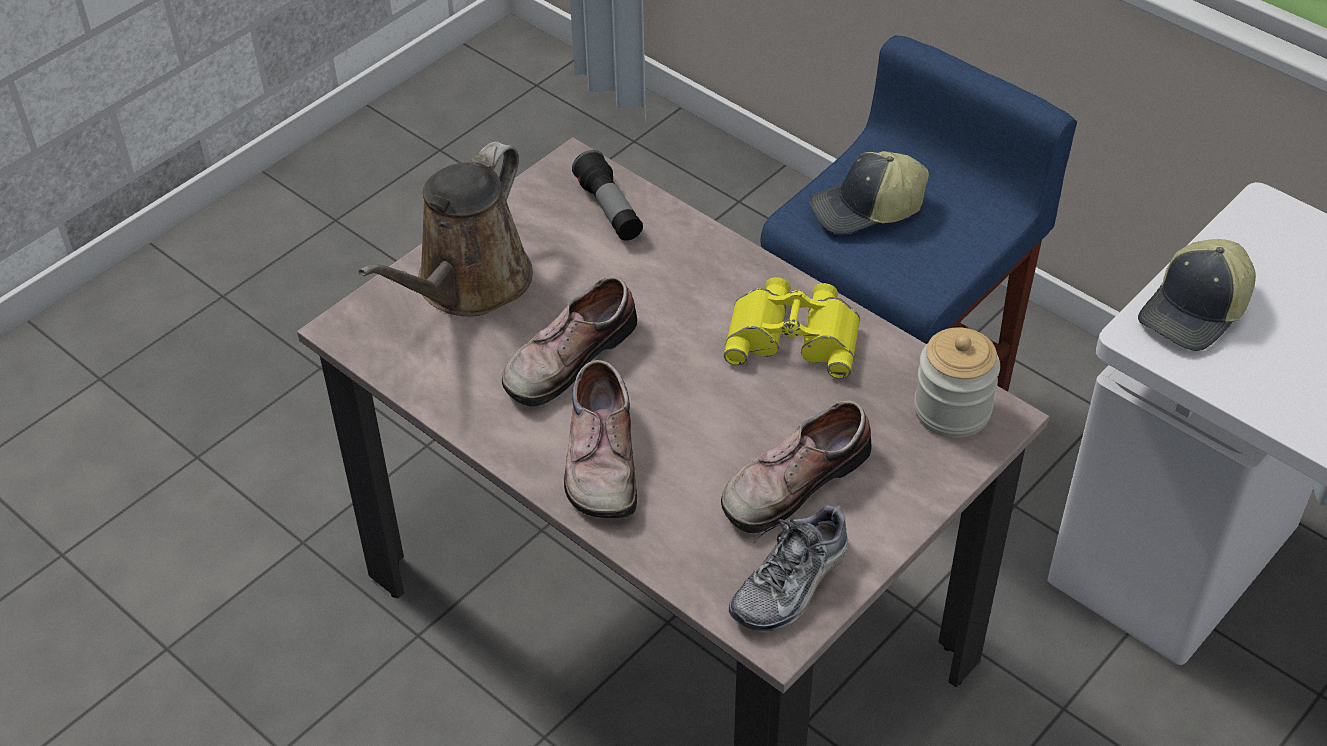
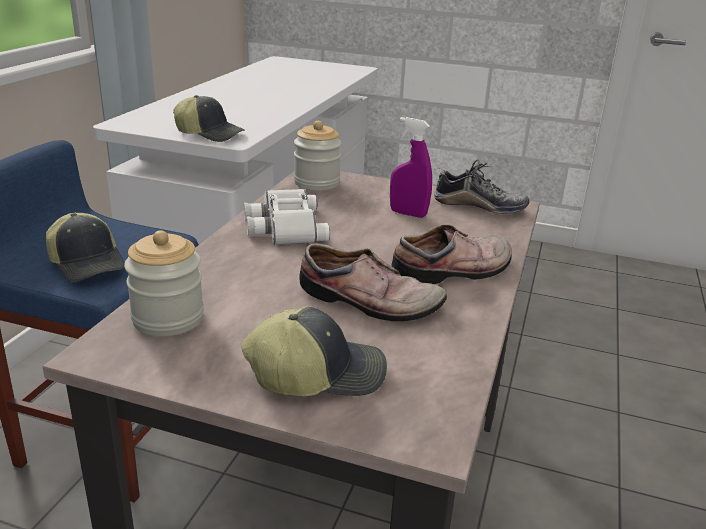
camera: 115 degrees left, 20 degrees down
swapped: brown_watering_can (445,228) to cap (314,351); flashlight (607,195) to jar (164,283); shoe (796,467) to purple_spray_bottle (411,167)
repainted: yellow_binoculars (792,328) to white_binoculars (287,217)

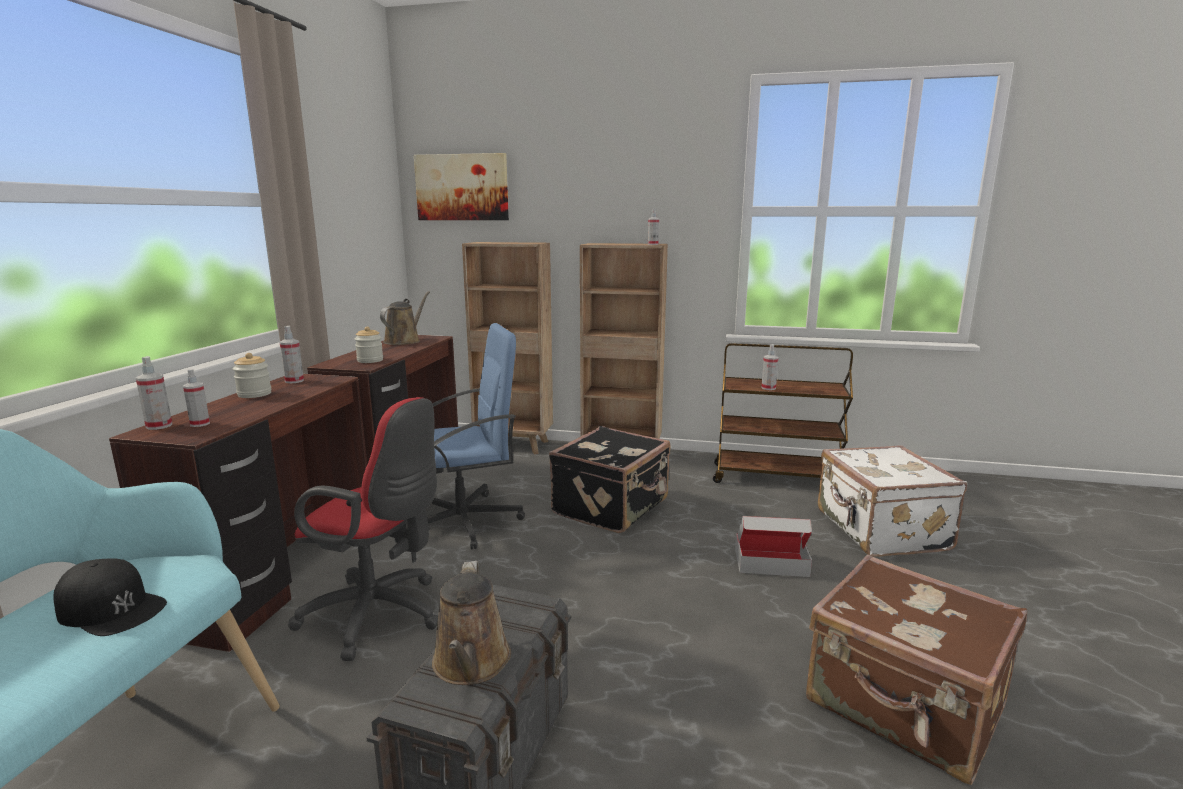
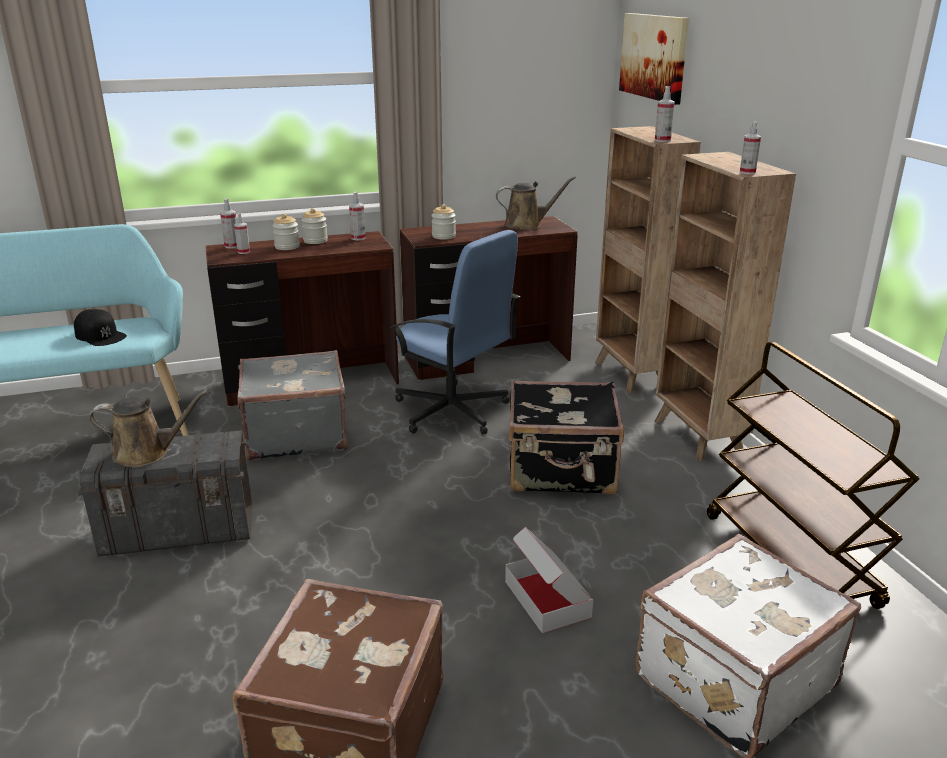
camera: 60 degrees right, 10 degrees up
new: jar (286,232)
shifted: spray_bottle (769,367) to (665,114)
swapped: red_office_chair (363,529) to grey_suitcase (292,405)
rotated: black_cap (110,597) = (100,327) 45 degrees counterclockwise; brown_watering_can (471,623) = (148,428) 150 degrees counterclockwise

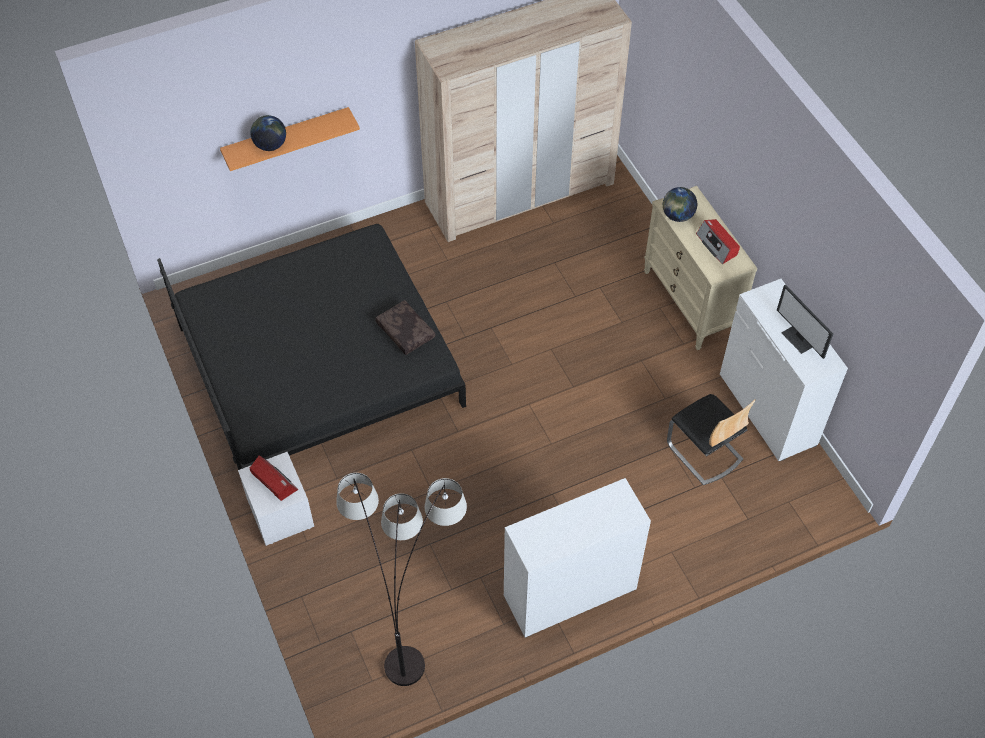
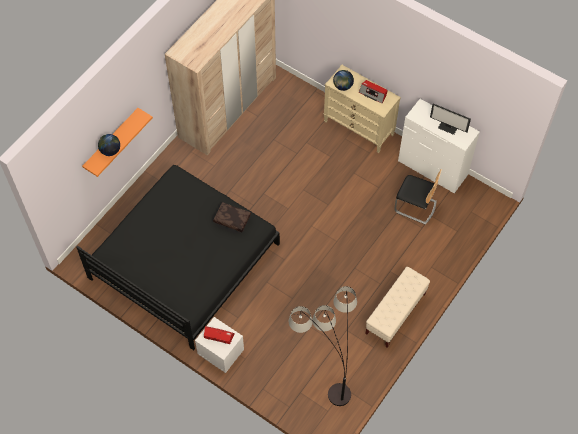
camera: 30 degrees left, 5 degrees up
swapped: white_dresser (577,558) to beige_bench (397,307)

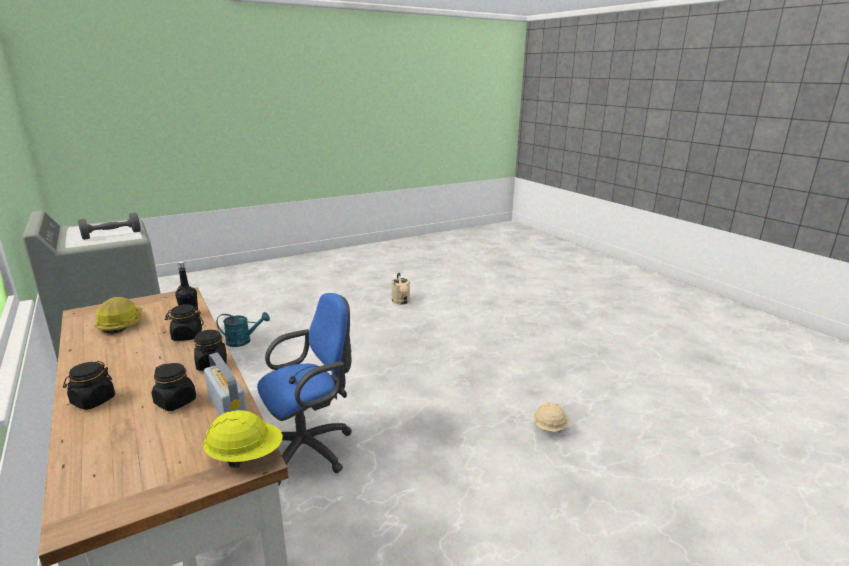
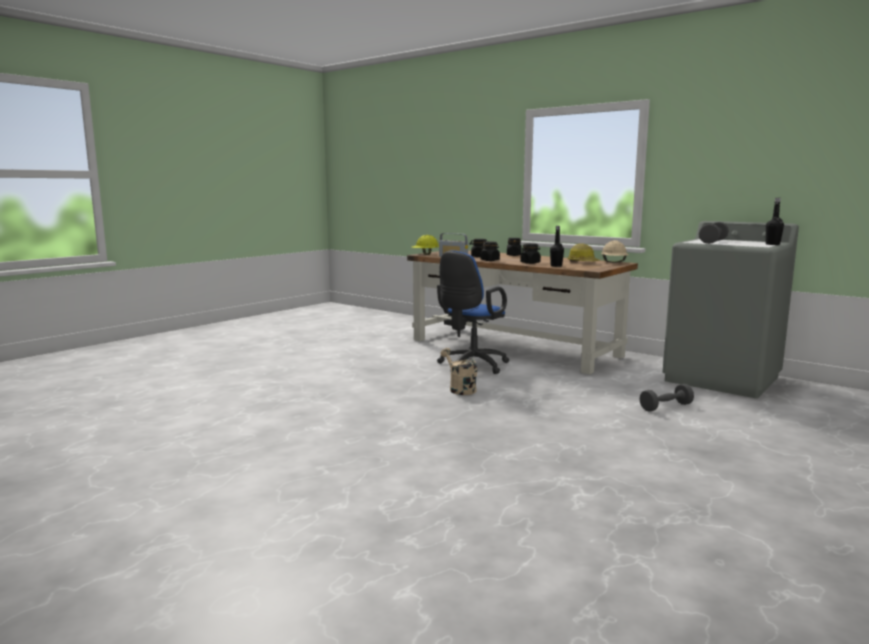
camera: 160 degrees right, 10 degrees down
new: black_bottle (775,221)
shifted: beige_watering_can (400,289) to (459,371); beige_hard_hat (551,417) to (615,251)
swapped: turquoise_watering_can (243,329) to grey_dumbbell (667,397)

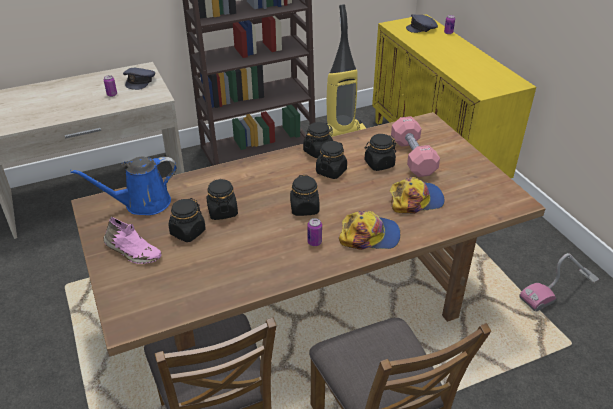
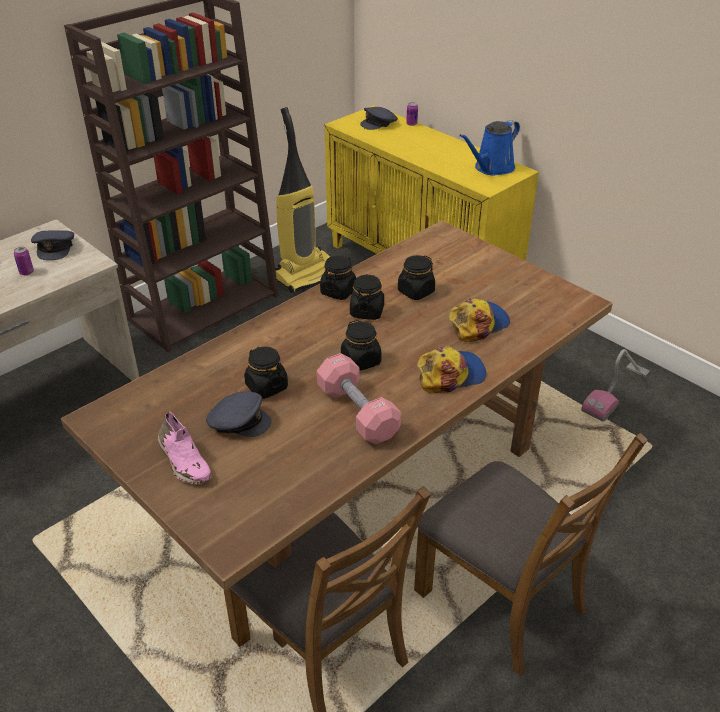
camera: 20 degrees left, 0 degrees up
gone: can (315,232)
shifted: blue_watering_can (123,186) to (489,148); pink_dumbbell (415,146) to (359,398)
swapped: black_jar (187,220) to grey_cap (239,414)
rotated: pink_shoe (132,240) = (185,447) 45 degrees clockwise

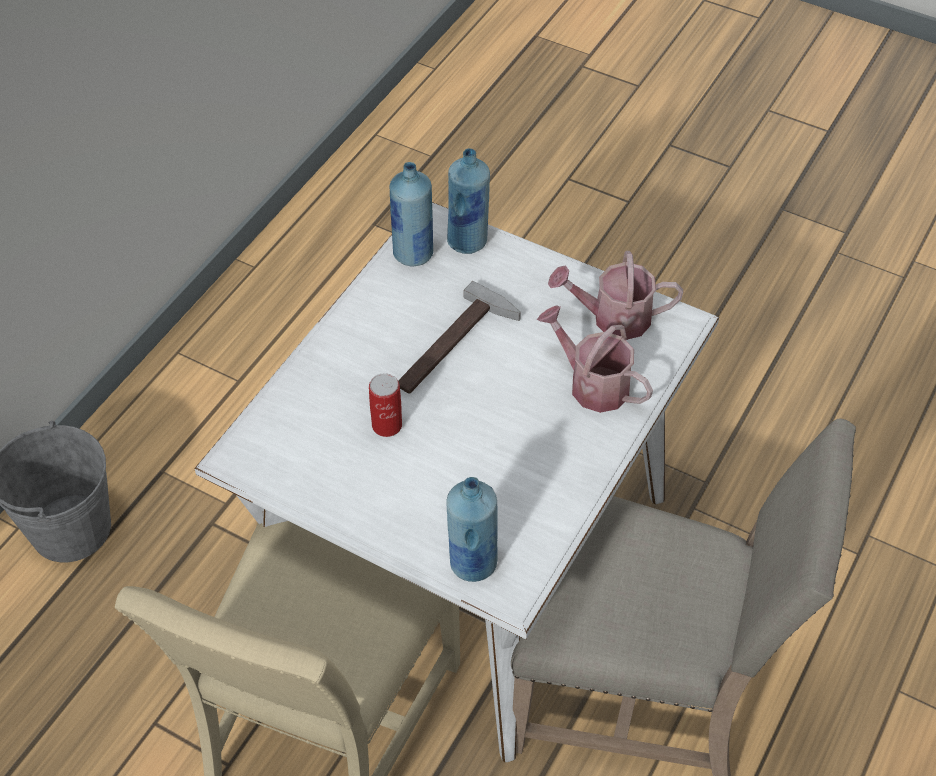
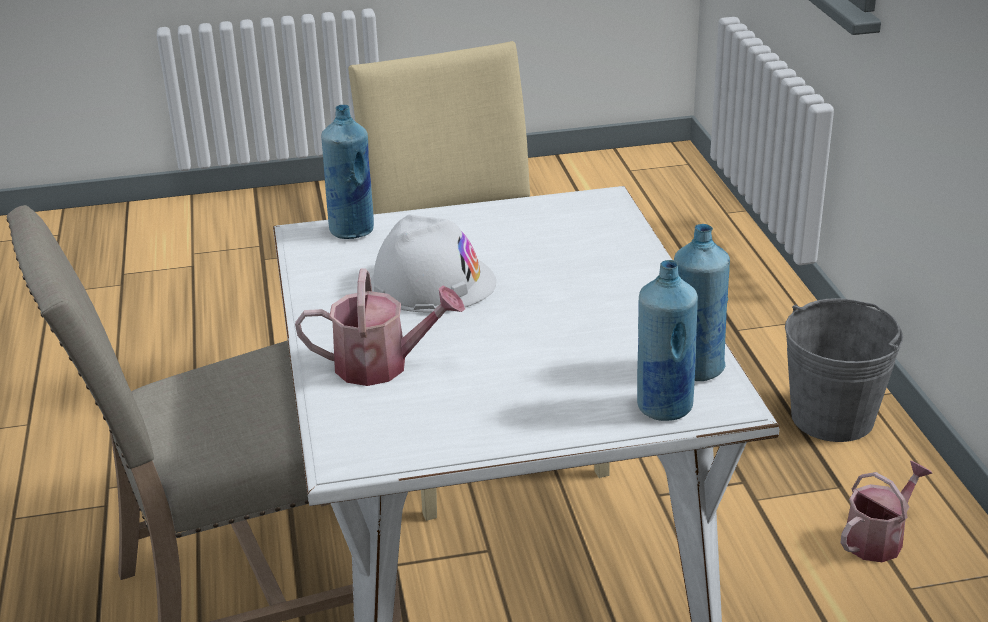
camera: 140 degrees right, 20 degrees down
gone: can (385,405); hammer (459,337)
new: white_hard_hat (433,263)
shifted: watering_can (615,295) to (886,511)

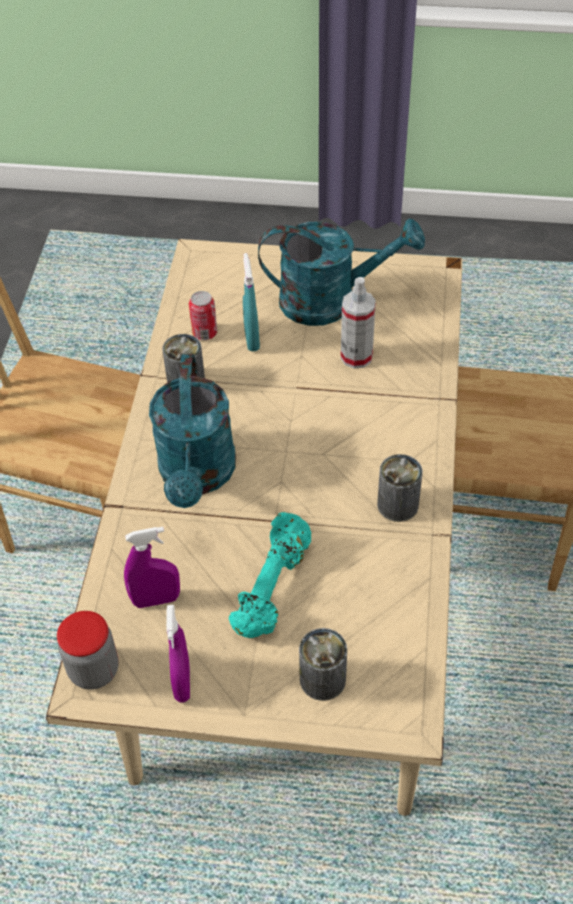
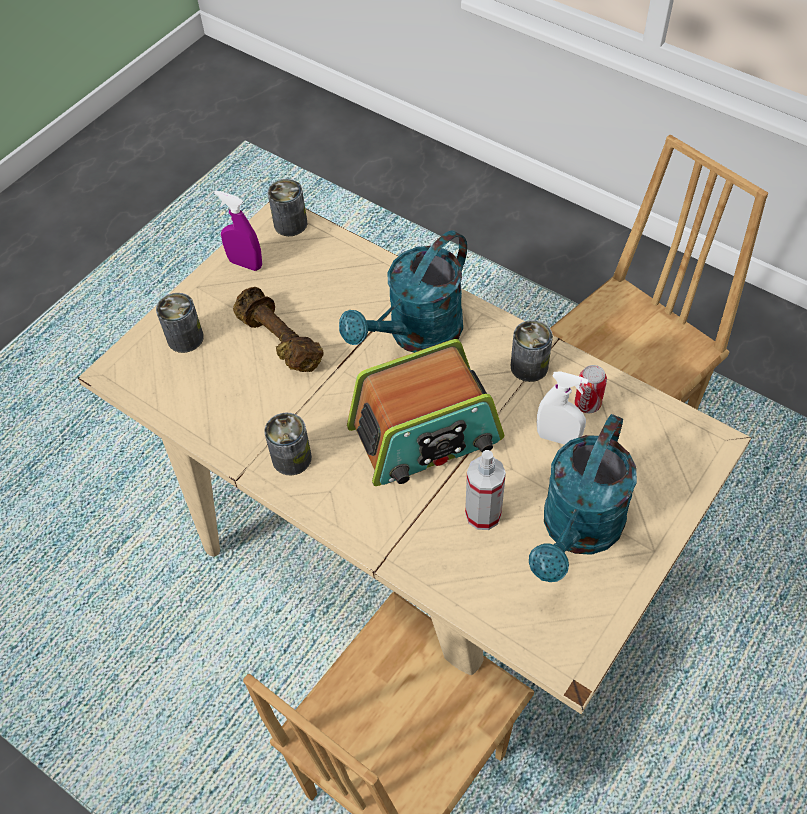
camera: 120 degrees right, 5 degrees up
gone: purple_spray_bottle (152,567)
new: radio (425,412)
swapped: jar (87,650) to can (287,207)
repainted: turquoise_dumbbell (270,575) to brown_dumbbell (278,329); turquoise_spray_bottle (251,302) to white_spray_bottle (562,408)
rotated: turquoise_watering_can (192,431) = (403,291) 75 degrees counterclockwise

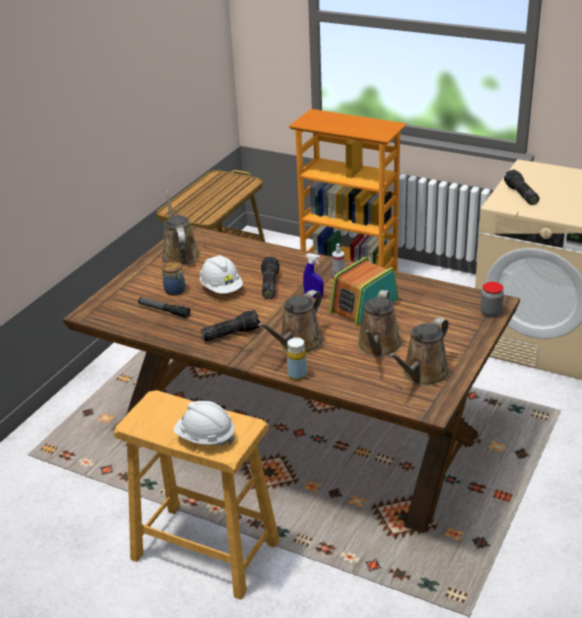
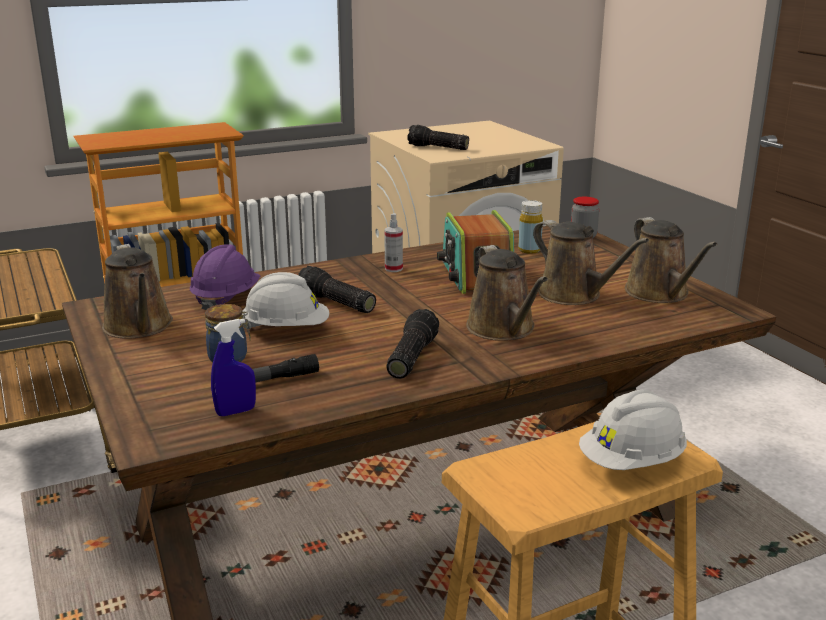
camera: 55 degrees left, 10 degrees down
new: purple_hard_hat (225,277)
shifted: yellow_bottle (297,359) to (530,227); blue_spray_bottle (313,275) to (233,367)
rotated: brown_watering_can (180,228) = (137,291) 135 degrees counterclockwise

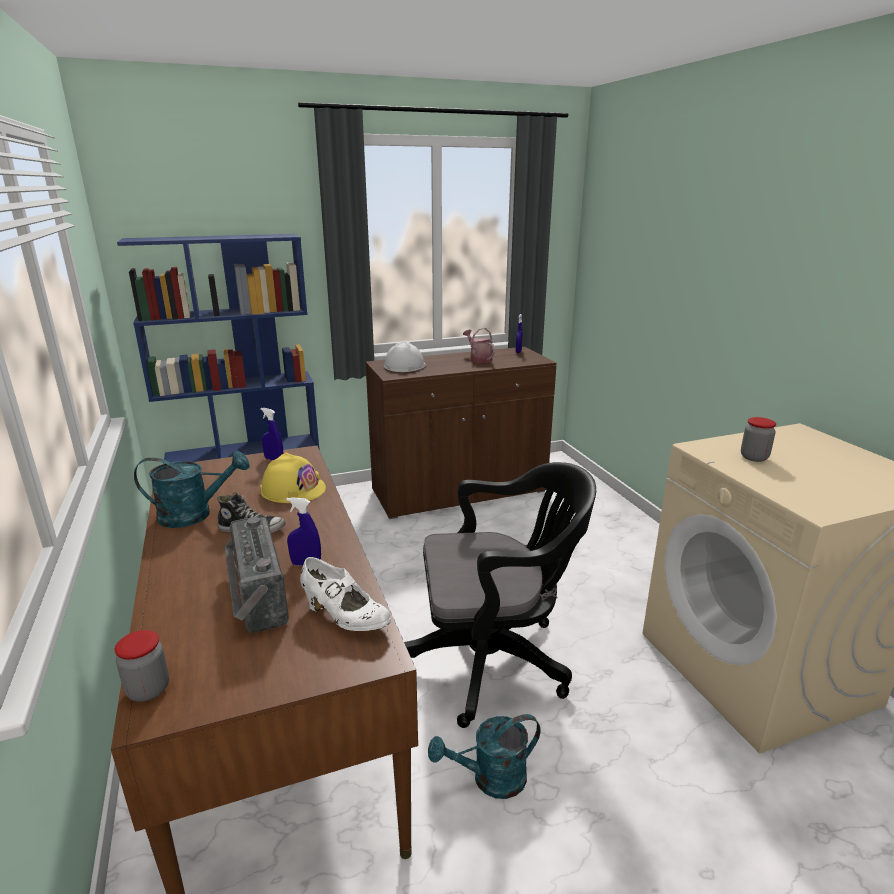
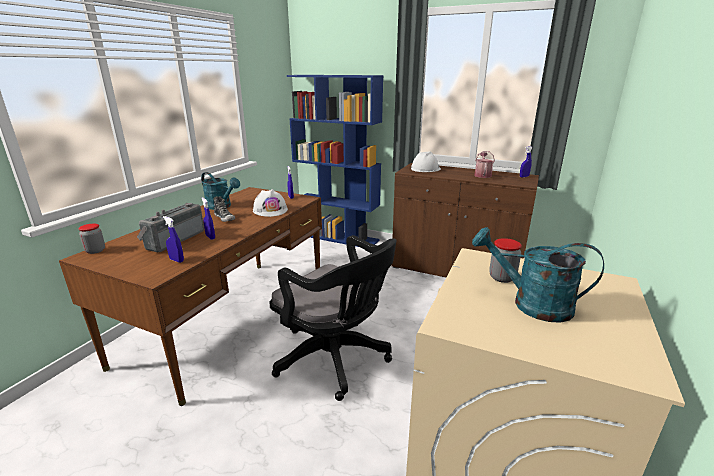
camera: 45 degrees right, 0 degrees up
shifted: turquoise_watering_can (484,756) to (538,275)
swapped: white_shoe (345,594) to blue_spray_bottle (173,239)
repainted: yellow_hard_hat (293,477) to white_hard_hat (270,203)

